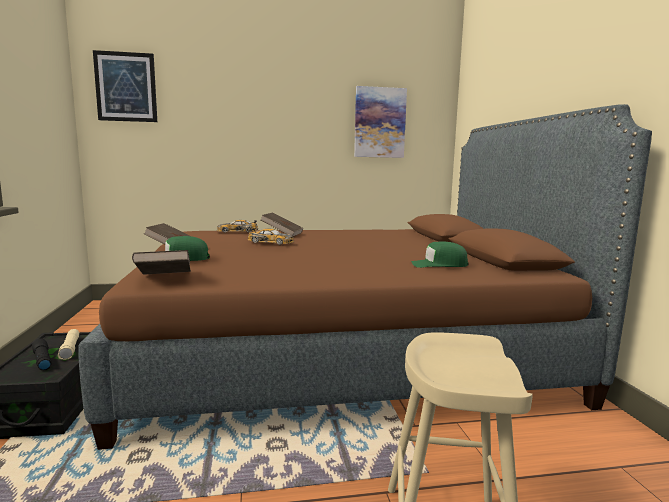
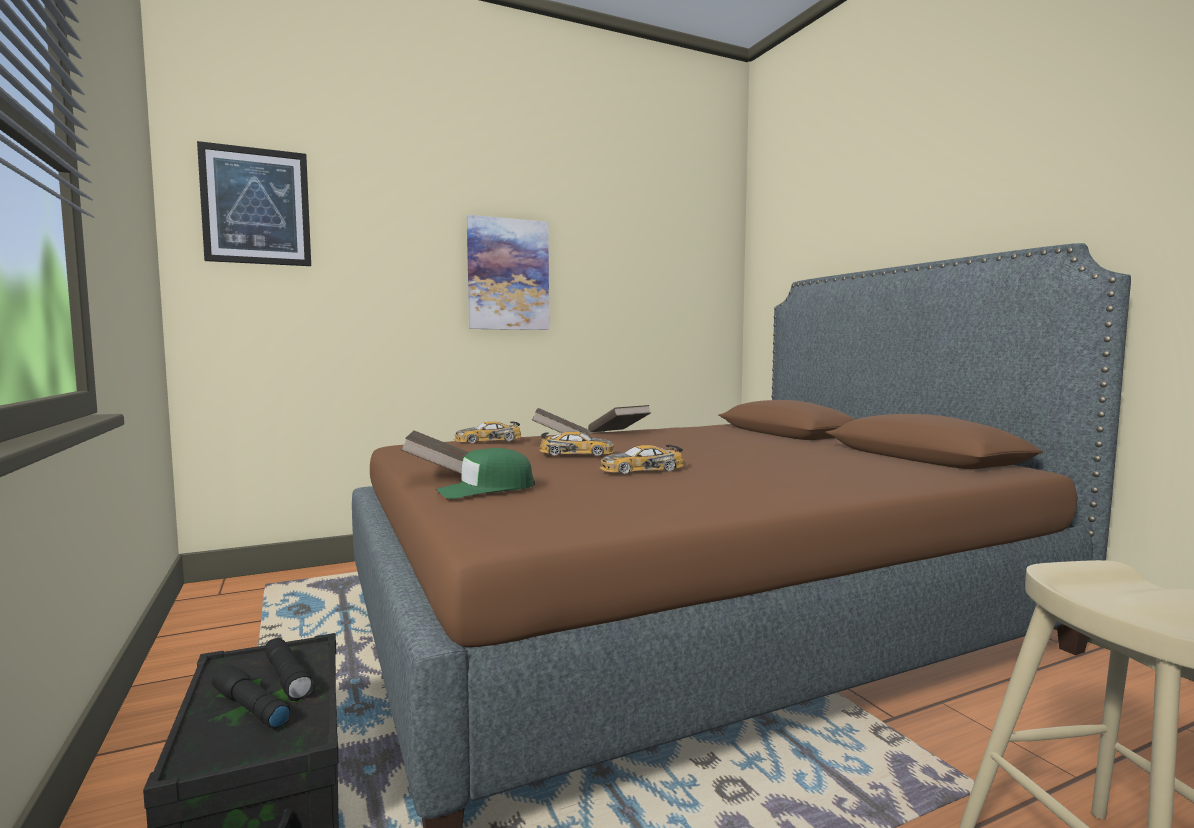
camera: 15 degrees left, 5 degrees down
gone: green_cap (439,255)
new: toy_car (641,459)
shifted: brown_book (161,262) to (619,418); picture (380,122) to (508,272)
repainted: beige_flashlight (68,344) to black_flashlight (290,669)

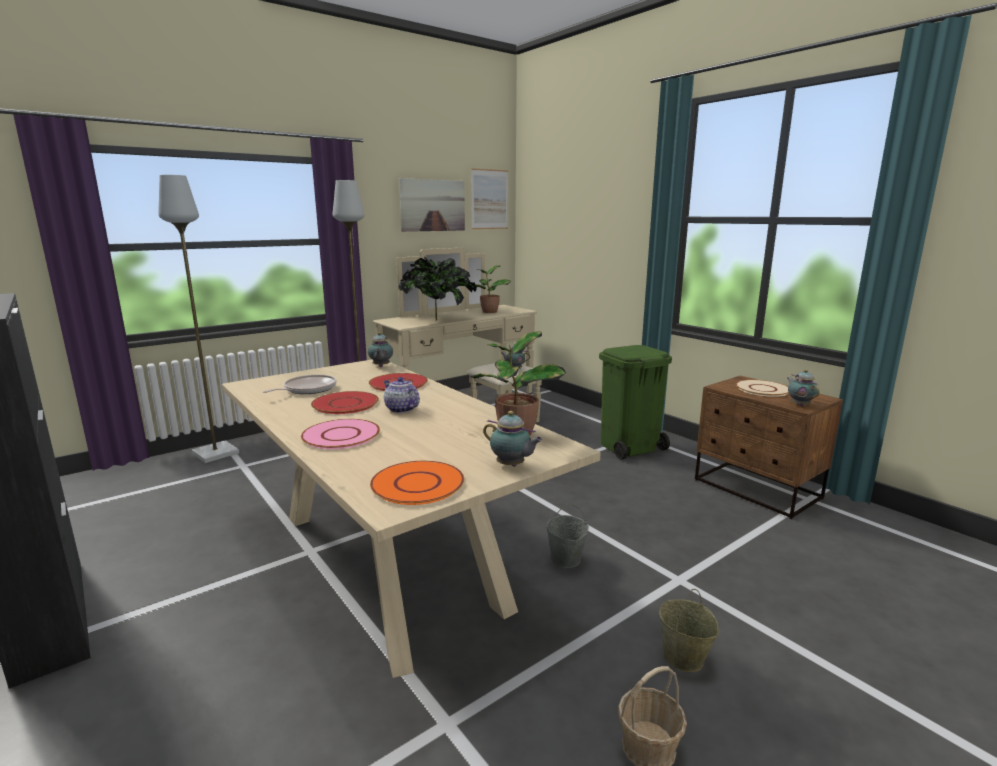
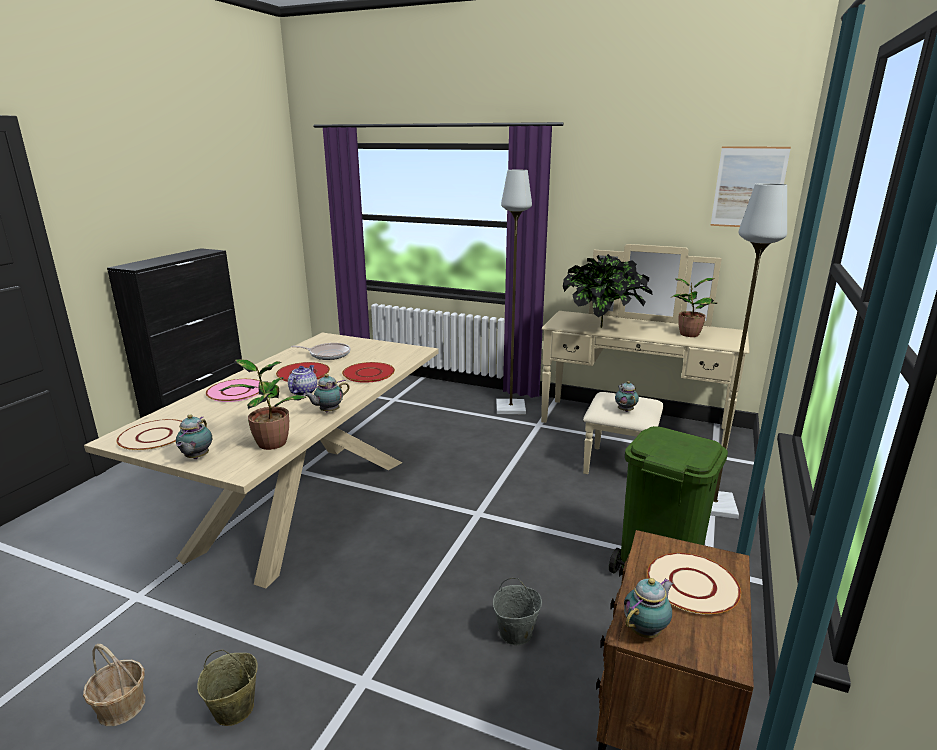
camera: 60 degrees right, 5 degrees up
gone: picture (432,205)
shifted: grey_floor_lamp (198,319) to (748,351); teapot (380,349) to (327,393); grey_bucket (567,535) to (517,612)
repainted: orange_plate (417,483) to beige_plate (149,435)

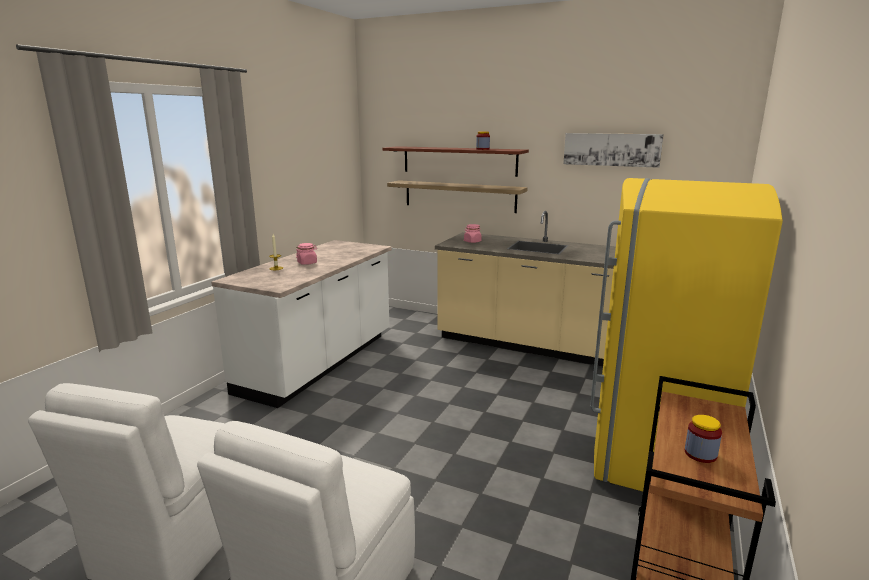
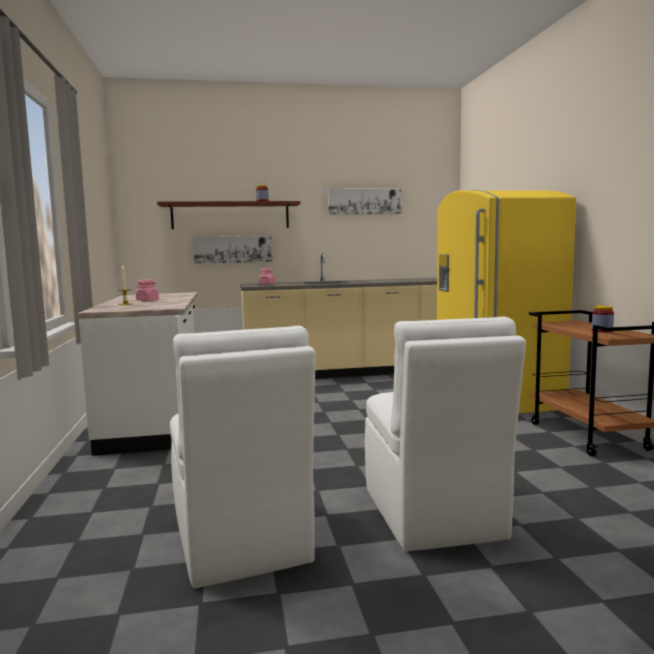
camera: 35 degrees left, 10 degrees down
swapped: shelf (457,196) to picture (232,250)

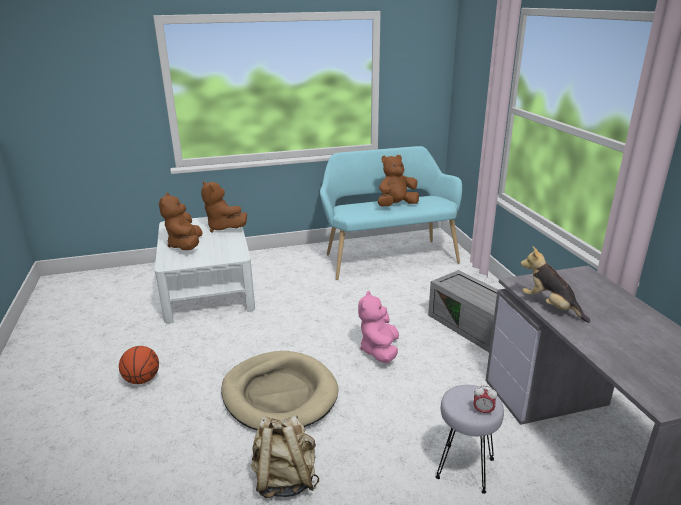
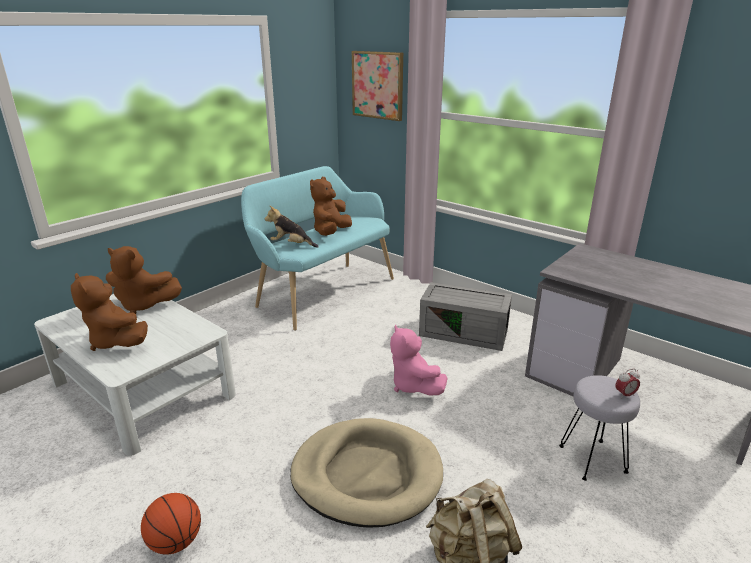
camera: 35 degrees left, 0 degrees up
new: picture (377,86)
shifted: plush_toy (556,284) to (291,227)

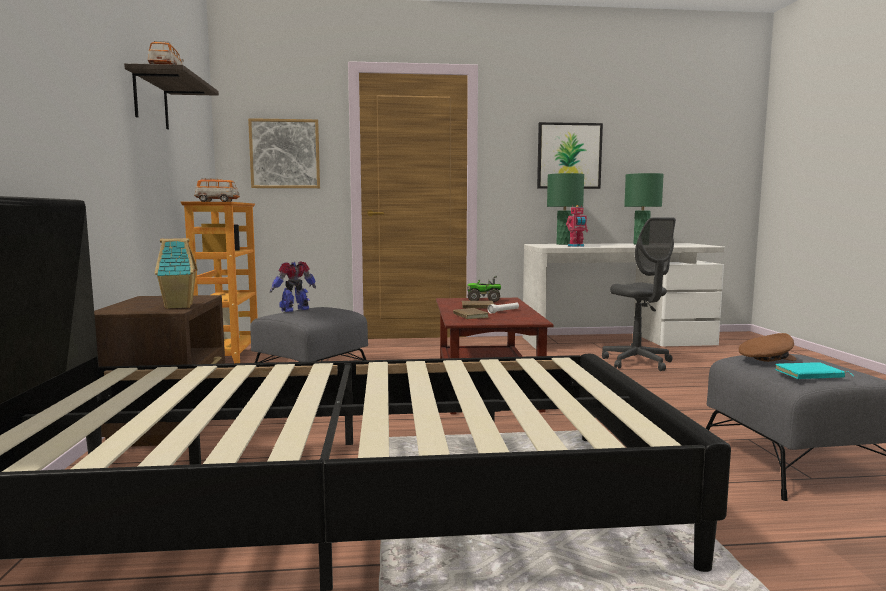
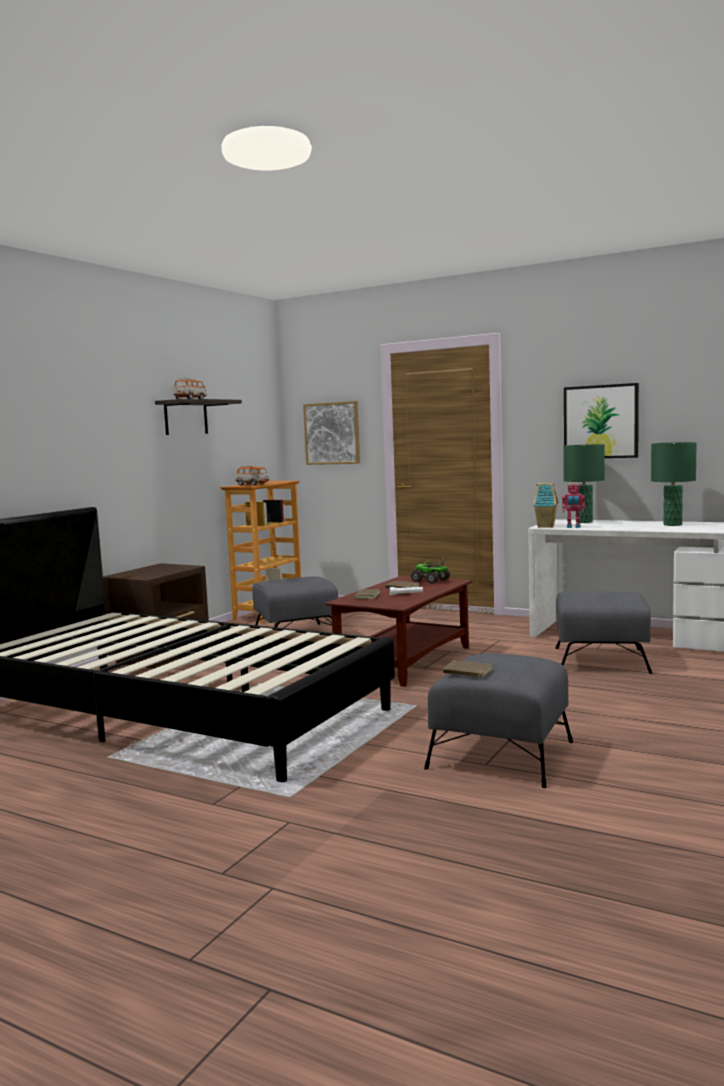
camera: 35 degrees right, 0 degrees up
gone: toy_robot (293,287); brown_cap (768,347)
shifted: toy_house (176,273) to (545,505)
swapped: grey_office_chair (639,294) to grey_ottoman (604,633)
repainted: turquoise_book (814,370) to brown_book (468,669)

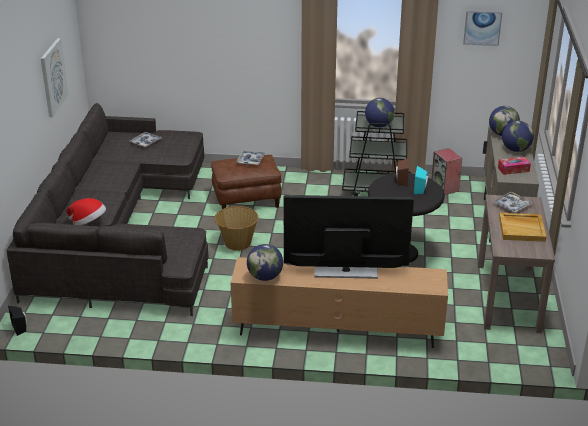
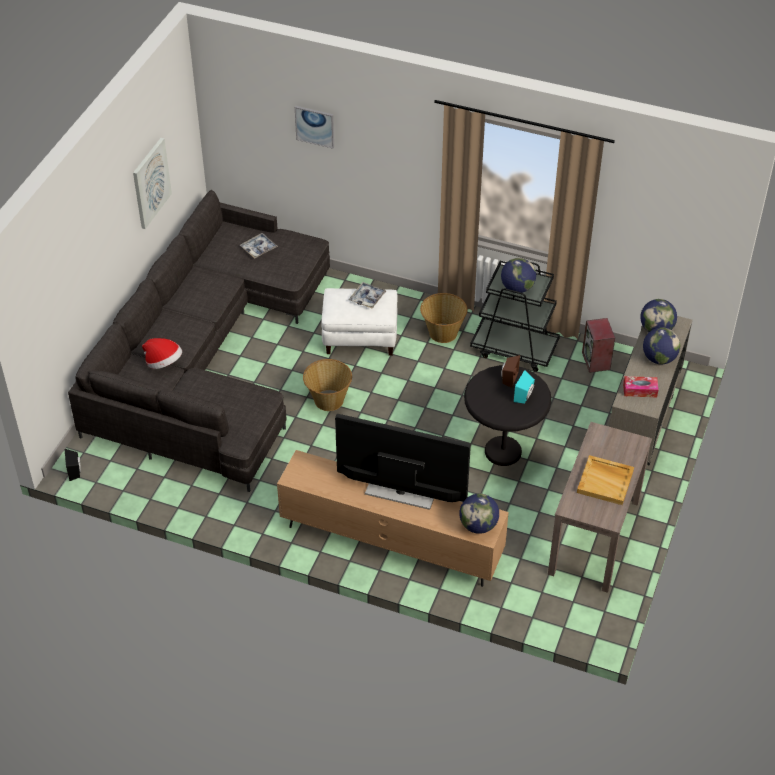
camera: 15 degrees right, 15 degrees up
gone: tray (513,202)
new: basket (443,318)
shifted: globe (265,262) to (479,514); picture (482,28) to (314,127)
repainted: brown_ottoman (246,182) to white_ottoman (359,322)

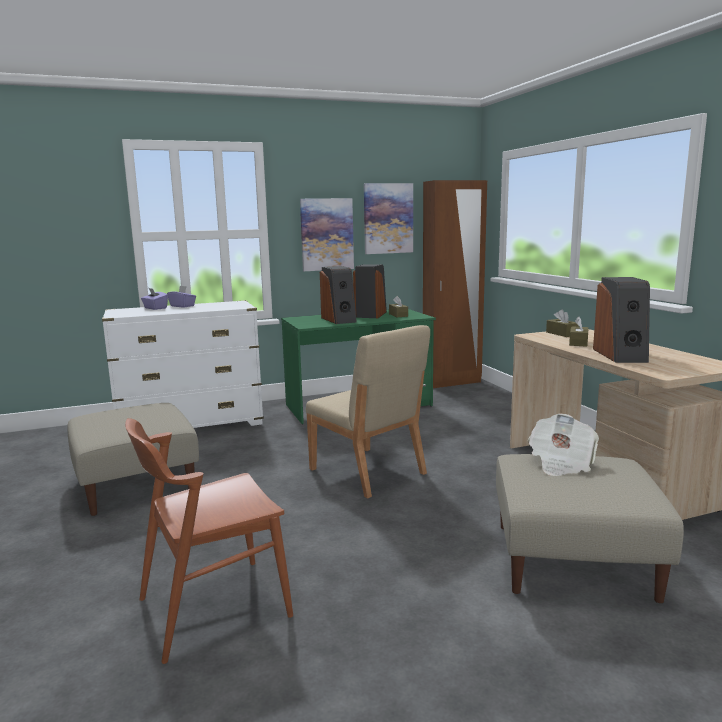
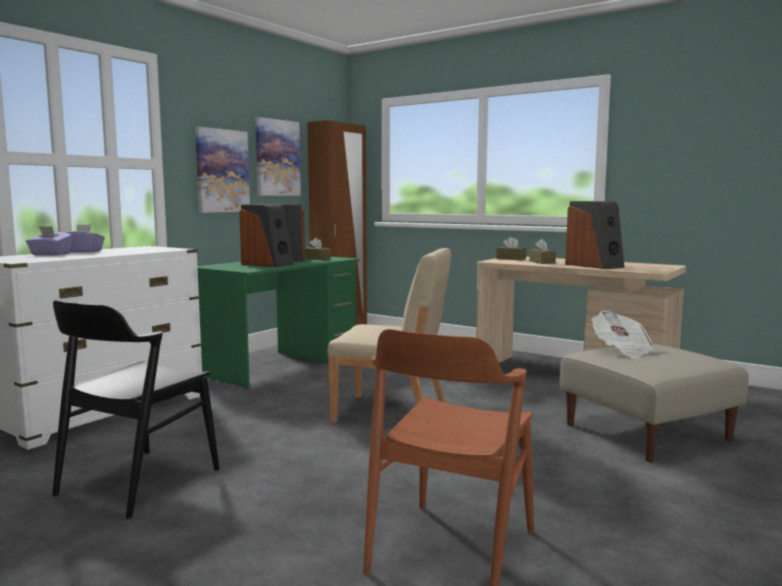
camera: 35 degrees left, 5 degrees down
swapped: beige_ottoman (133,459) to black_chair (135,409)

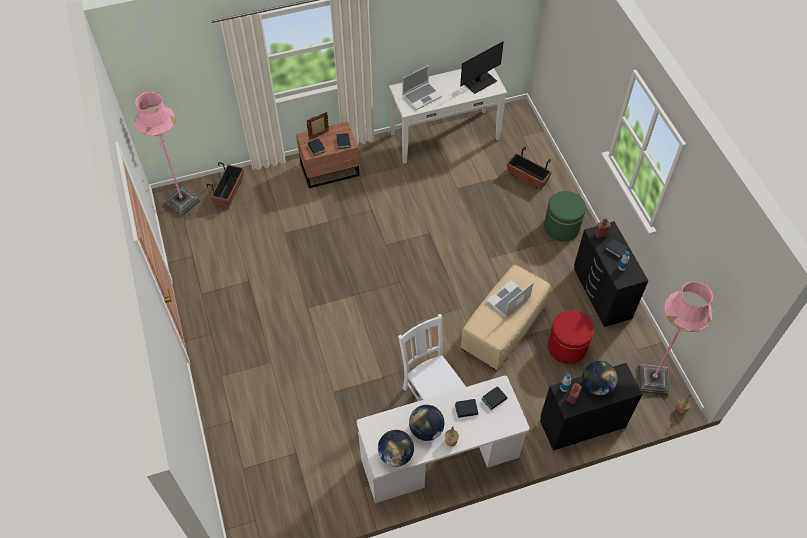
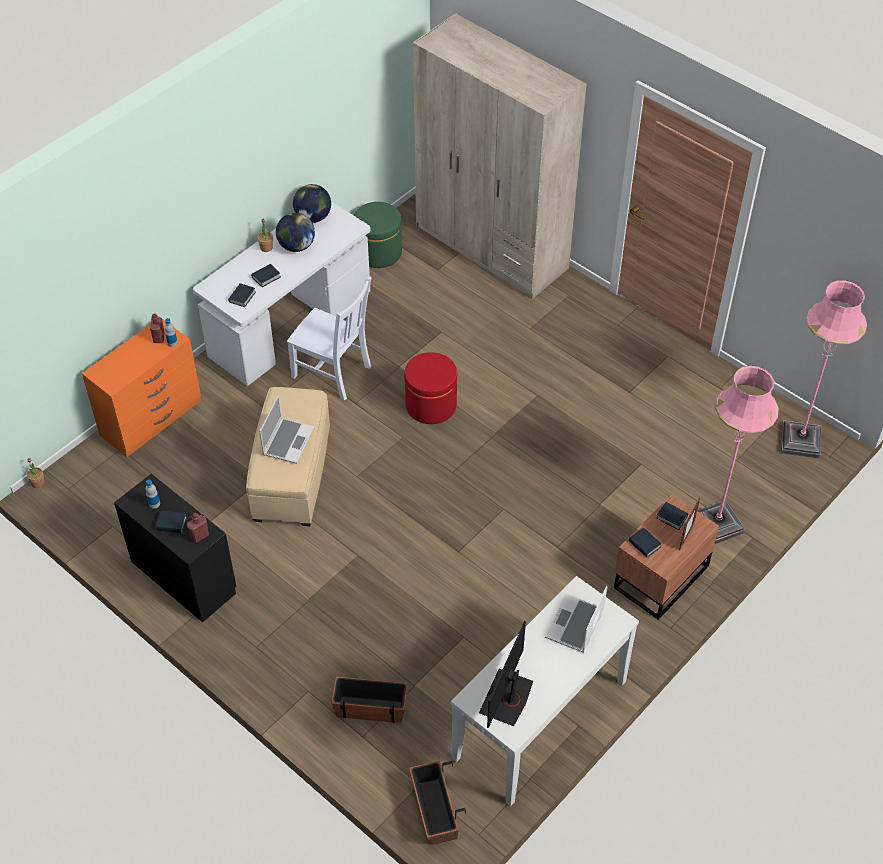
camera: 150 degrees right, 5 degrees down
gone: globe (599,378)
new: beige_wardrobe (500,156)
shifted: planter (225,185) to (437,803); green_ottoman (565,216) to (378,235); red_ottoman (571,337) to (430,388); pink_floor_lamp (675,338) to (738,454)
repainted: black_dresser (591,407) to orange_dresser (141,388)

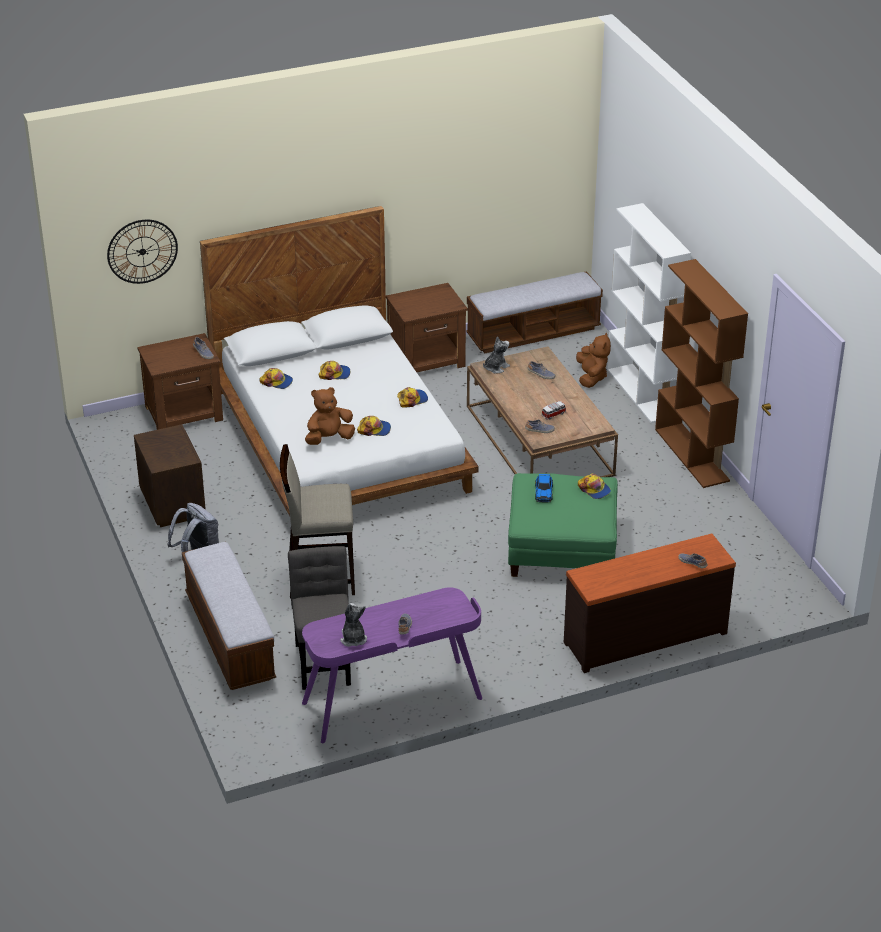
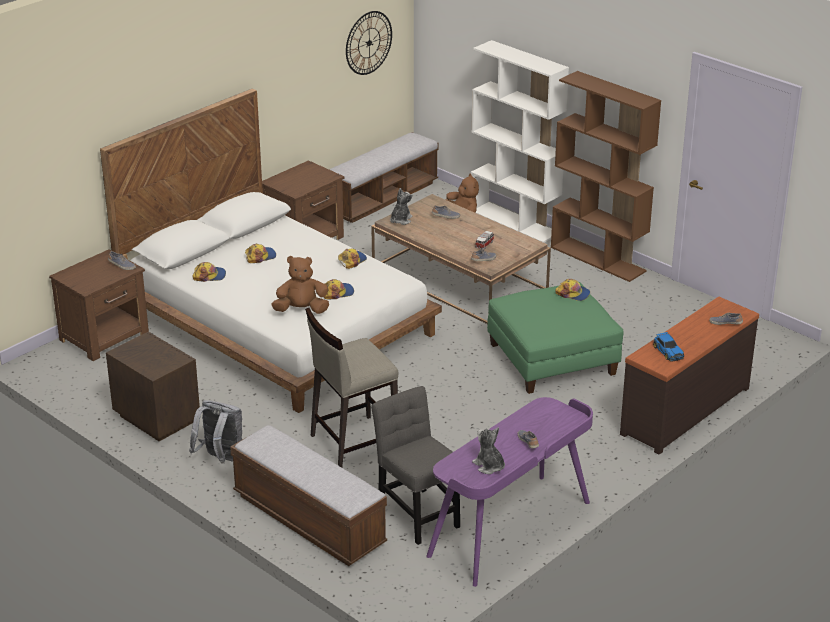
camera: 25 degrees left, 5 degrees down
shifted: wall_clock (142,252) to (369,43); toy_car (544,488) to (668,347)
rotated: brown_plush_toy (330,416) = (300,285) 45 degrees clockwise

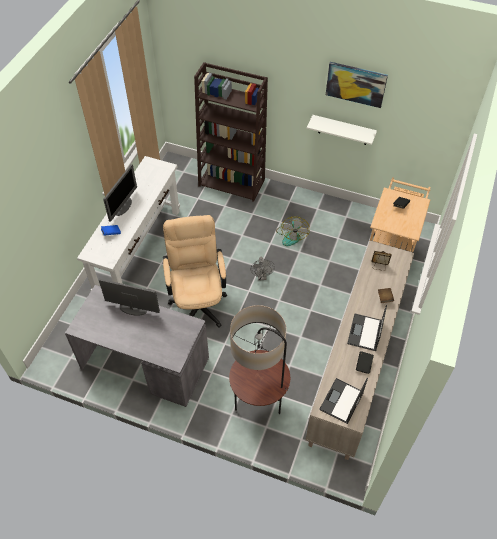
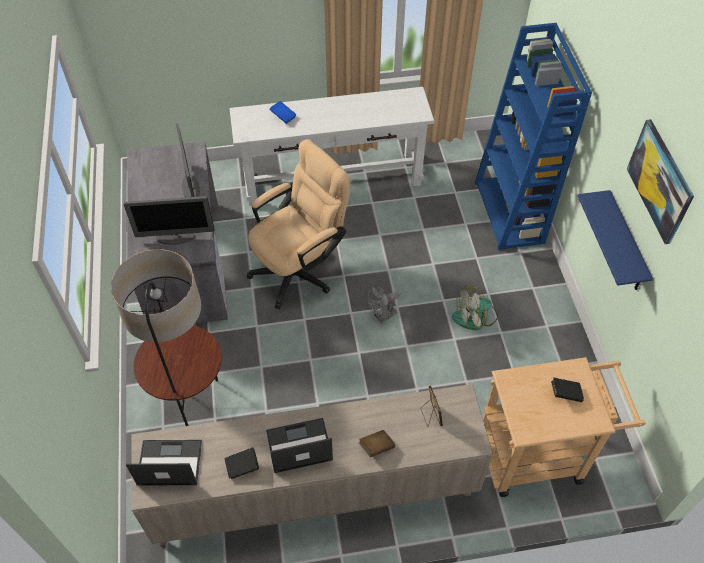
camera: 60 degrees right, 0 degrees up
shifted: monitor (120,193) to (169,220)
repainted: brown_bookcase (231,132) to blue_bookcase (533,136); white_shelf (342,130) to blue_shelf (615,240)

